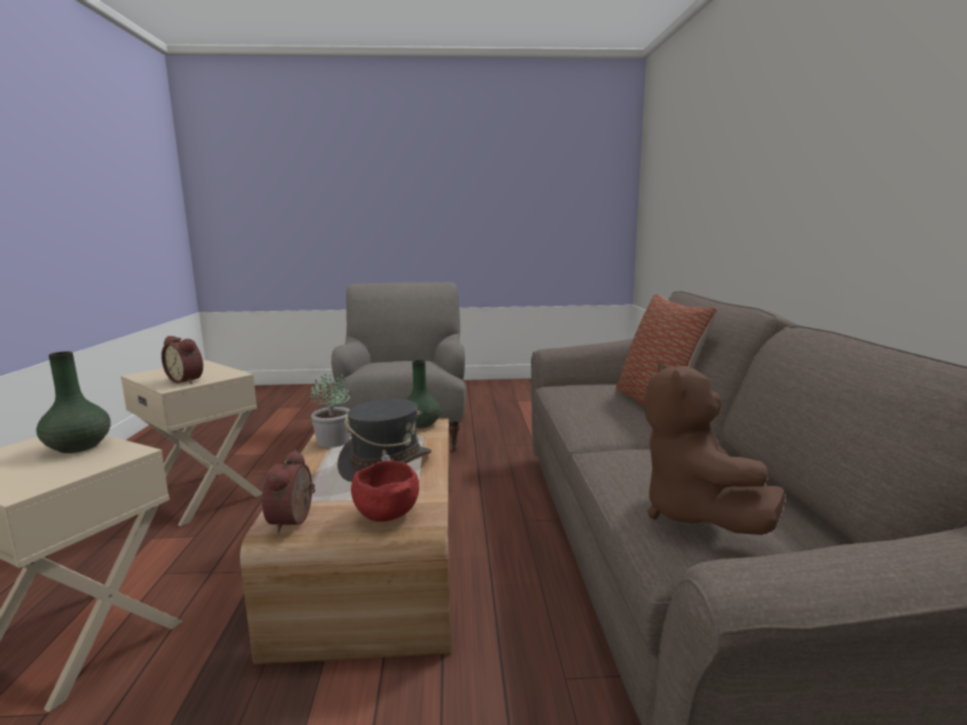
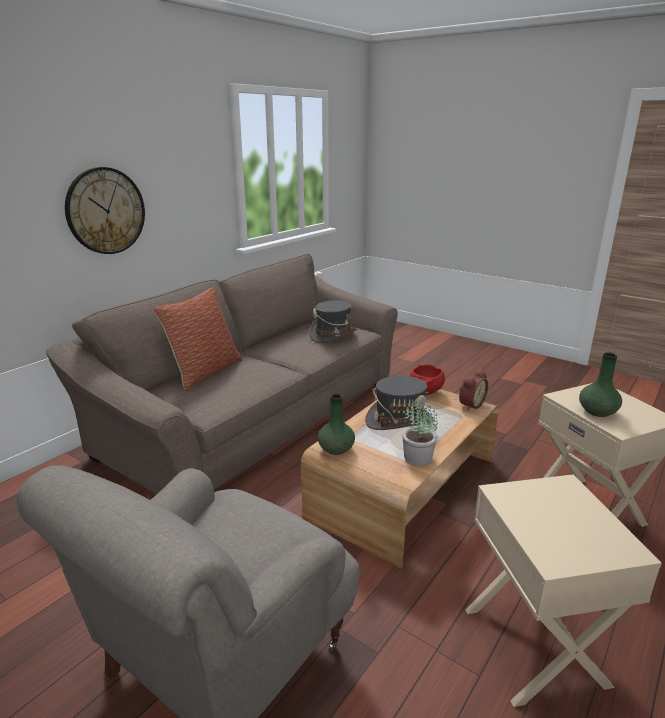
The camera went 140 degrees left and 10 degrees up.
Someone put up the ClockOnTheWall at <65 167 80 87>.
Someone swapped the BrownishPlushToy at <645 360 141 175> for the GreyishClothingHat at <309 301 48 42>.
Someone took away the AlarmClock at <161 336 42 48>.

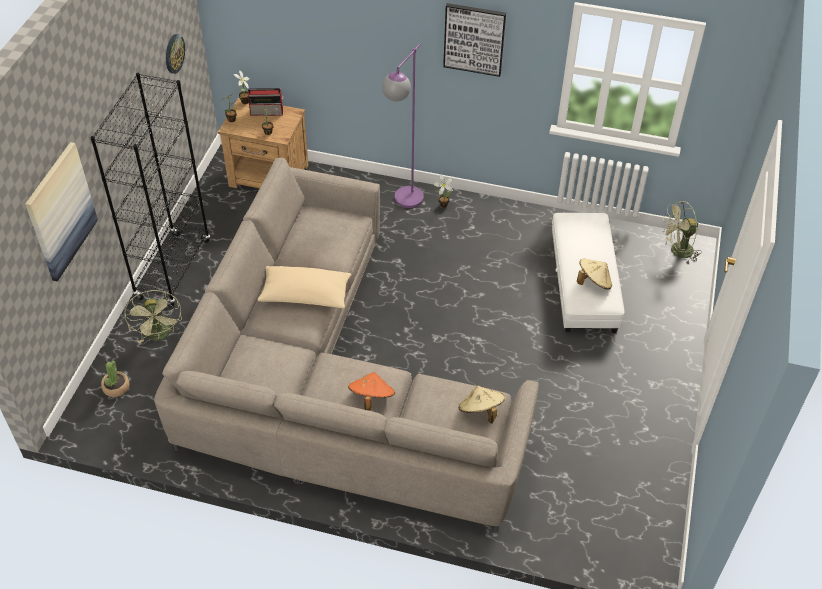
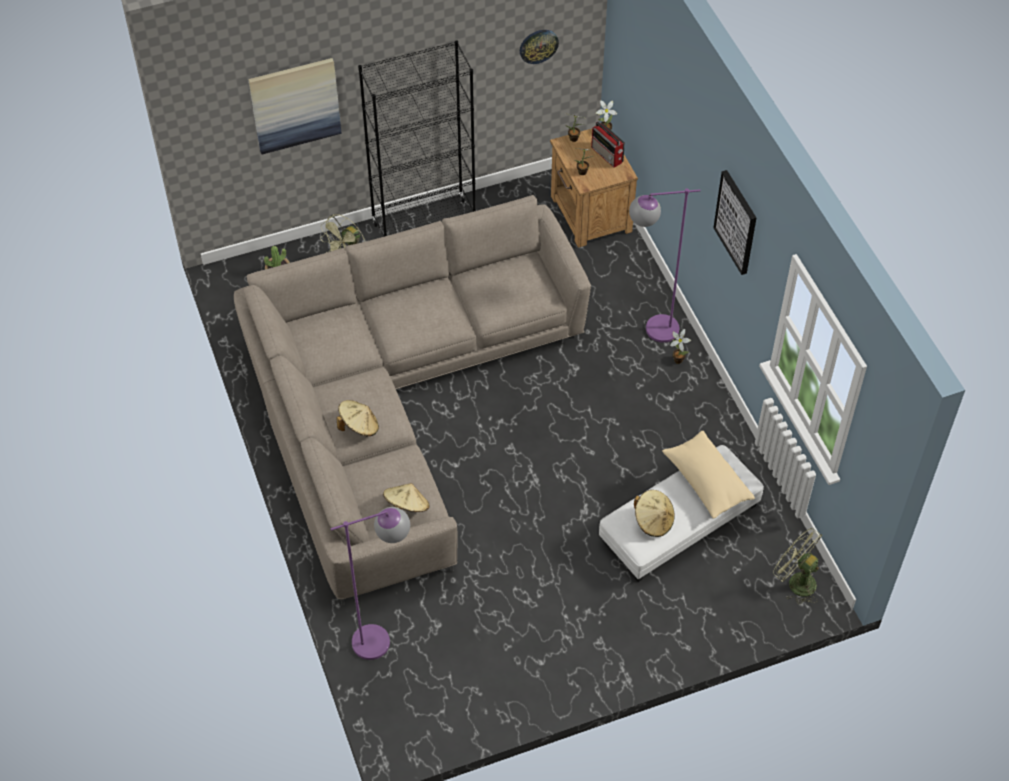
The camera went 55 degrees right and 5 degrees up.
Someone put down the PurplishStandardLamp at <331 507 79 153>.
Someone repainted the OrangeColouredClothingHat at <348 372 47 39>, which became the BeigeColouredClothingHat at <337 400 42 36>.
Someone carried the BeigeColouredCushion from <257 266 94 43> to <662 431 93 88>.

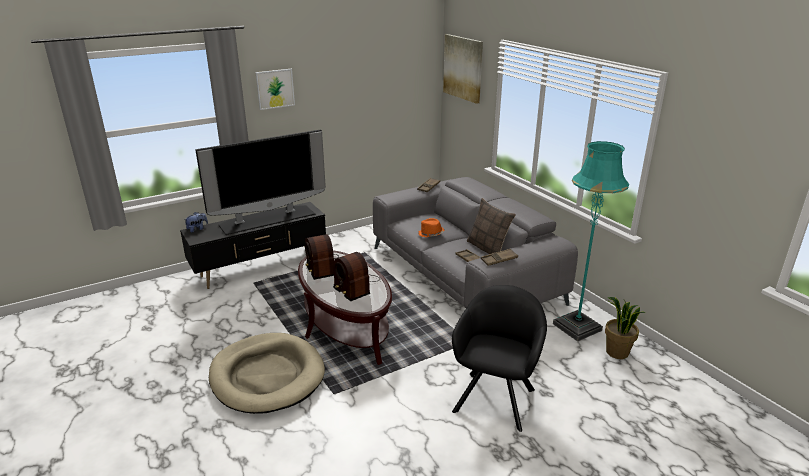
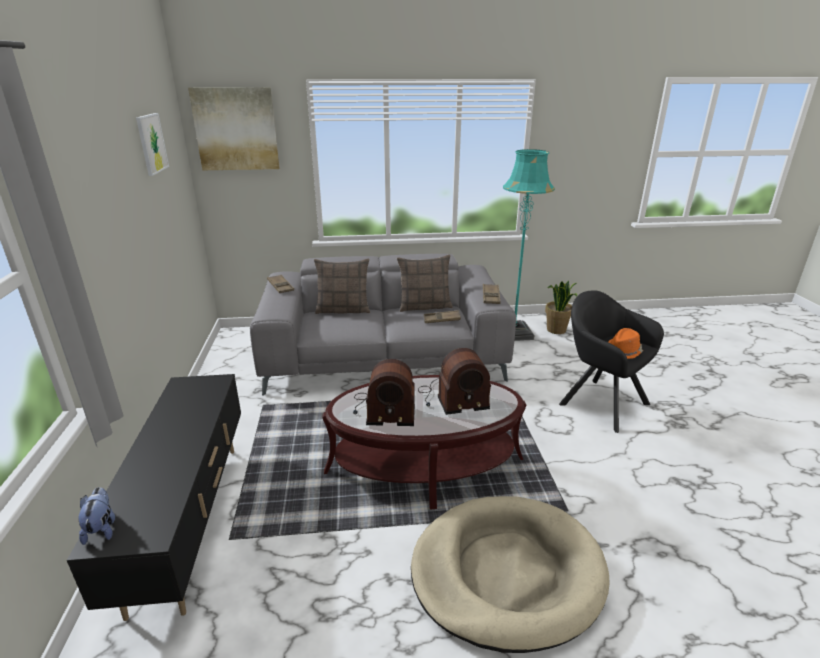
The camera went 65 degrees left and 0 degrees up.
Someone carried the WallPicture from <255 69 40 41> to <136 113 33 63>.
Someone put down the Cushion at <314 259 56 55>.
Someone carried the OrangeColouredClothingHat from <418 218 27 19> to <608 328 35 31>.
Someone took away the Television at <195 129 131 106>.

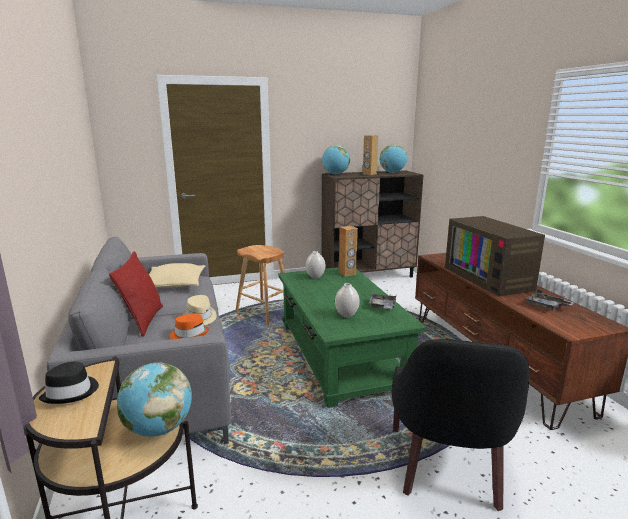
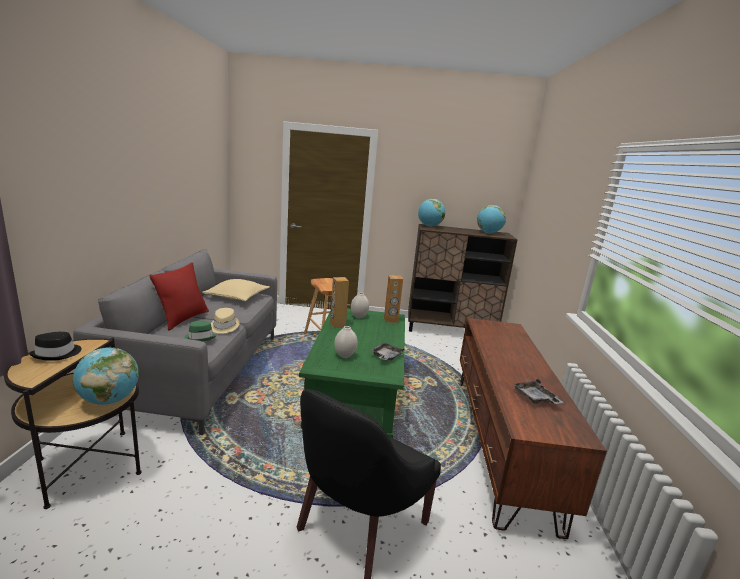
The camera went 20 degrees right and 0 degrees up.
Someone repainted the OrangeColouredClothingHat at <170 314 39 26>, which became the GreenishClothingHat at <184 321 33 21>.
Someone carried the BrownishLoudspeaker from <363 135 15 40> to <330 277 19 51>.
Someone took away the Television at <445 216 100 80>.

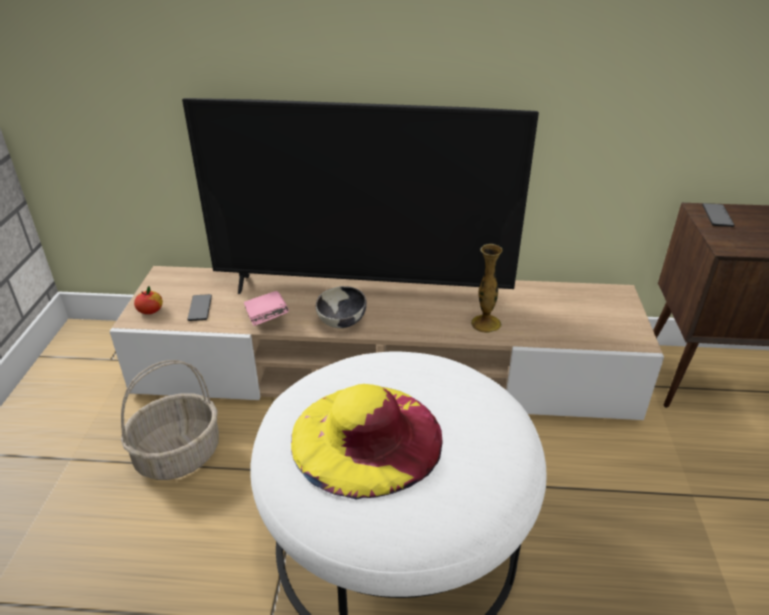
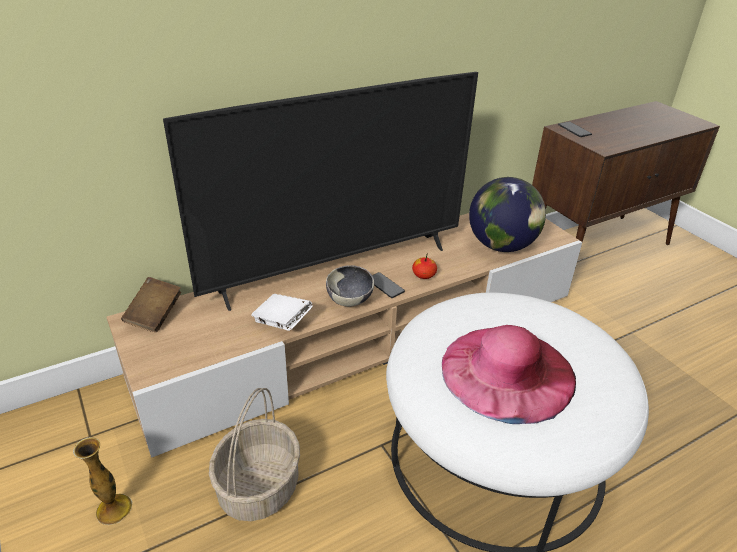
The camera went 35 degrees left and 0 degrees up.
Someone carried the FlowerVase from <471 244 31 89> to <73 437 59 88>.
Someone put down the BrownishVolume at <121 277 60 55>.
Someone repainted the PinkishVolume at <244 291 45 35>, which became the WhiteVolume at <251 294 62 37>.
Someone carried the Handset from <187 294 25 27> to <372 272 33 26>.
Someone carried the Apple from <134 286 29 28> to <412 252 25 27>.
Someone repainted the YellowClothingHat at <291 384 152 116>, which became the PinkishClothingHat at <442 325 134 99>.
Someone put down the Globe at <469 177 77 75>.

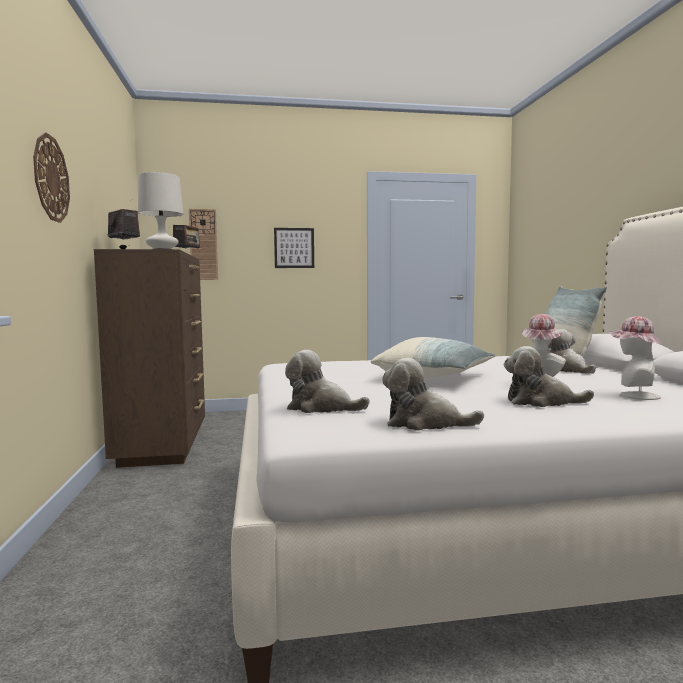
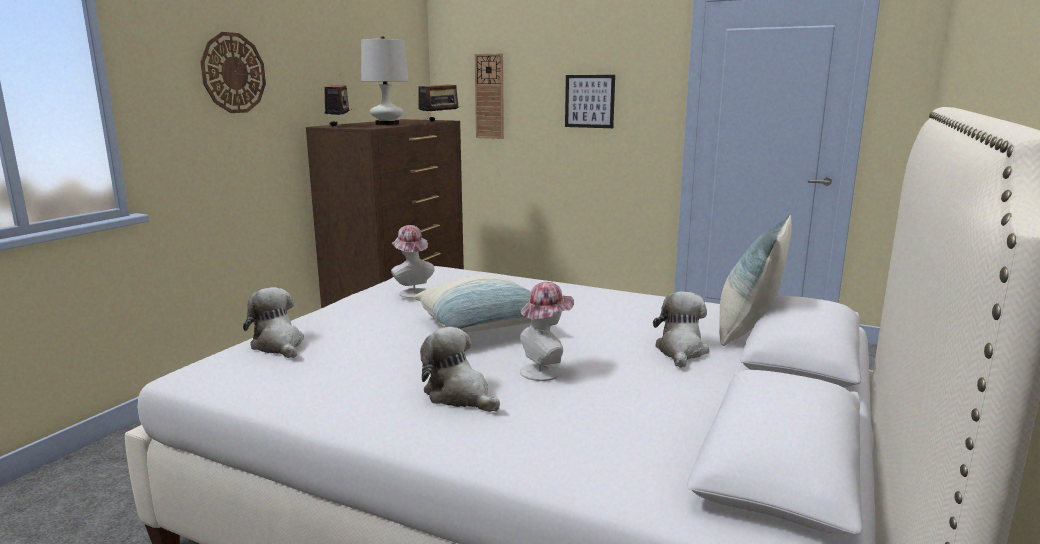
The camera went 35 degrees right and 10 degrees up.
Someone carried the ClothingHat from <609 316 53 84> to <391 225 44 73>.
Someone took away the PlushToy at <382 358 102 73>.

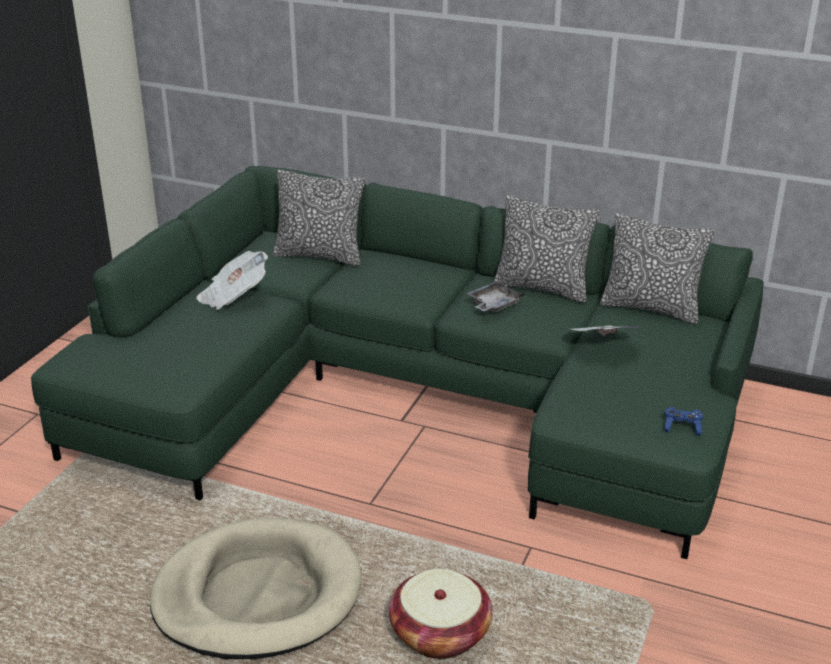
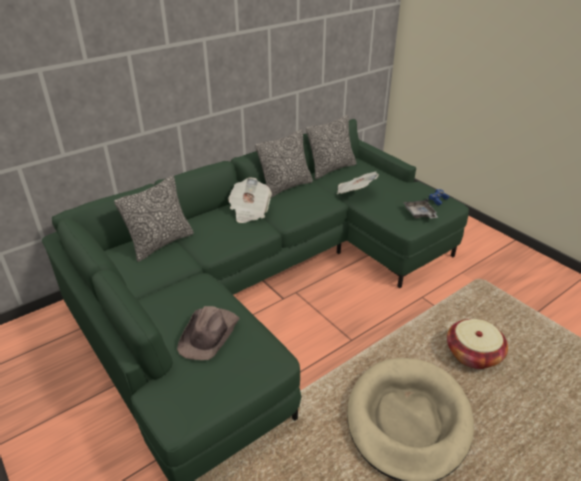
The camera went 60 degrees left and 5 degrees up.
Someone put down the BrownishClothingHat at <177 306 63 54>.
Someone carried the PrintedPaper from <197 251 71 59> to <228 178 44 45>.
Someone carried the GreyishTray from <466 281 59 31> to <403 198 35 20>.

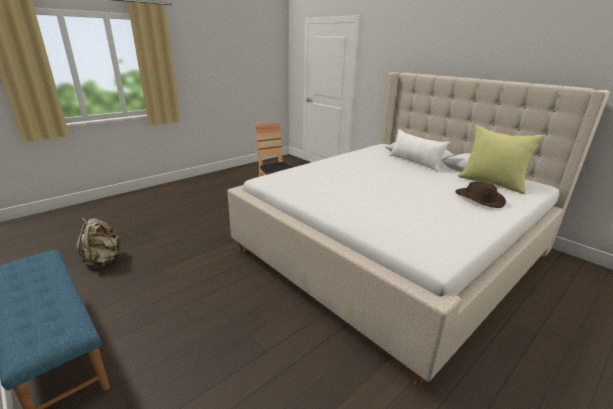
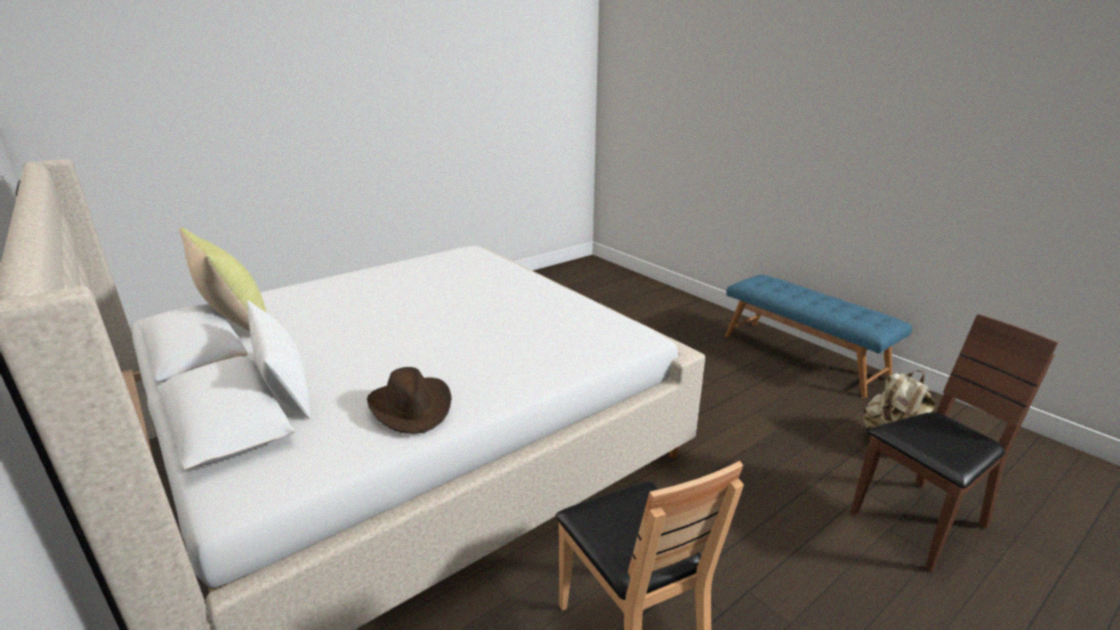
The camera went 175 degrees left and 0 degrees up.
Someone carried the BrownishClothingHat from <455 182 51 26> to <367 367 85 67>.
Someone put down the BrownishUprightChair at <850 314 208 258>.

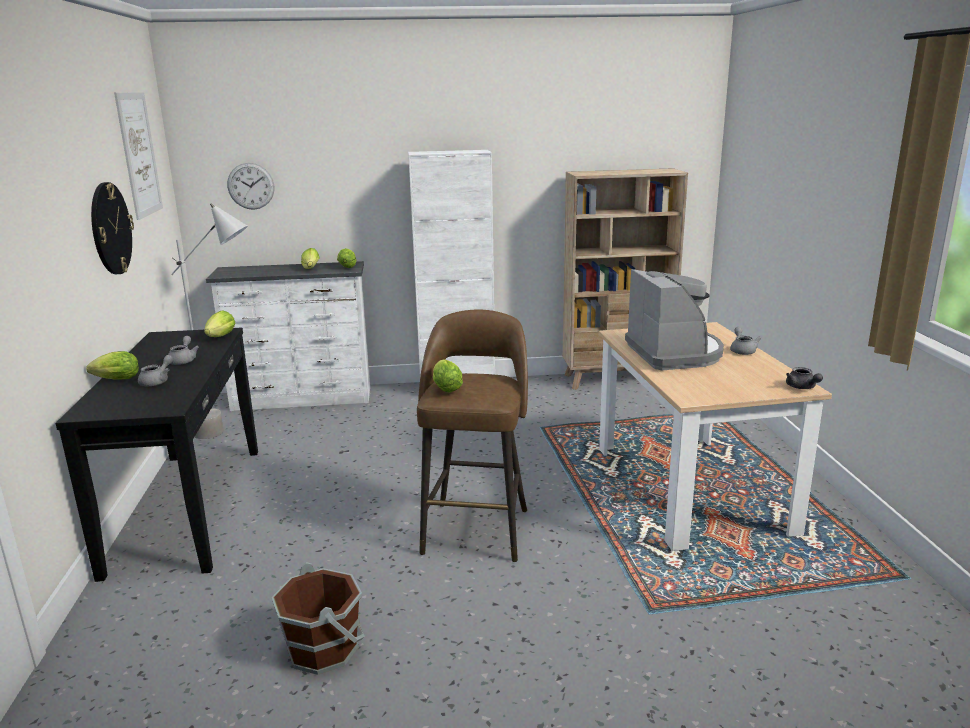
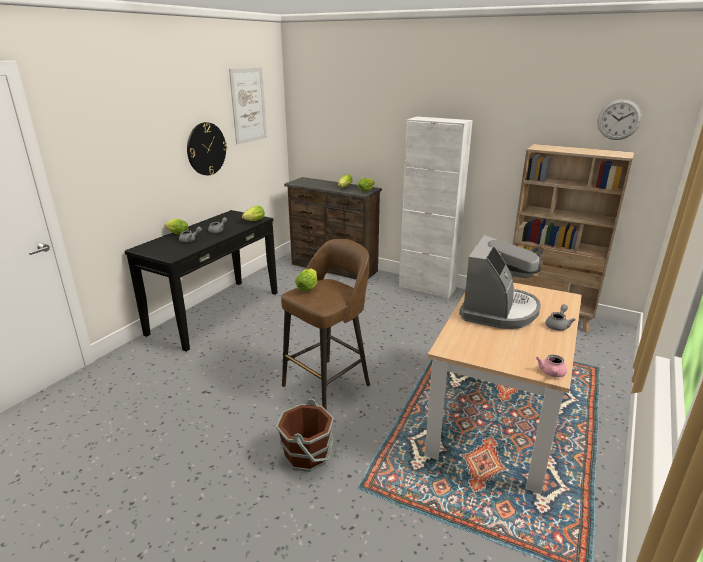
The camera went 35 degrees right and 5 degrees up.
Someone carried the BrownishBucket from <272 562 93 113> to <276 398 58 74>.
Someone repainted the WhiteDrawerChest at <206 261 164 150>, which became the BrownishDrawerChest at <284 177 98 102>.
Someone repainted the GreyishTeaPot at <786 367 37 22>, which became the PinkishTeaPot at <536 355 31 22>.
Someone carried the ClockOnTheWall from <227 163 47 47> to <597 99 45 41>.
Someone took away the GreyishStandardLamp at <171 203 77 236>.

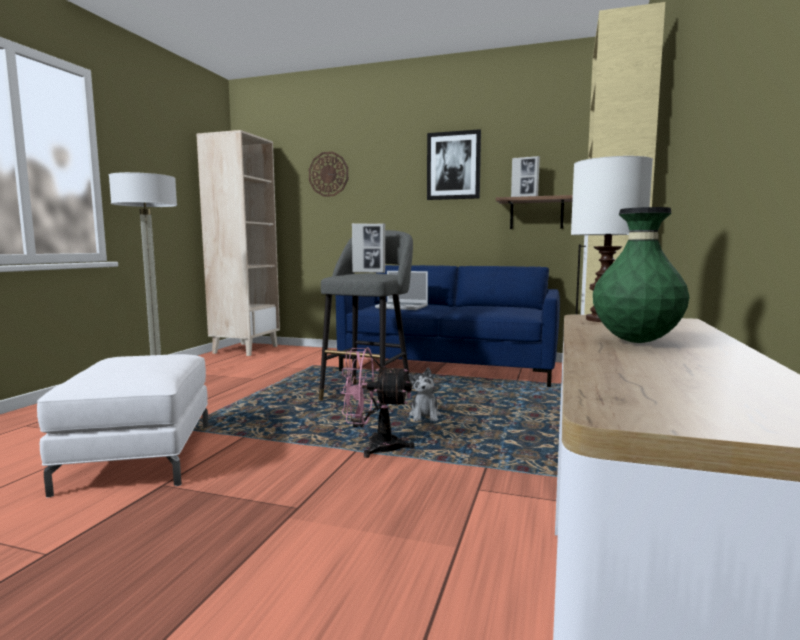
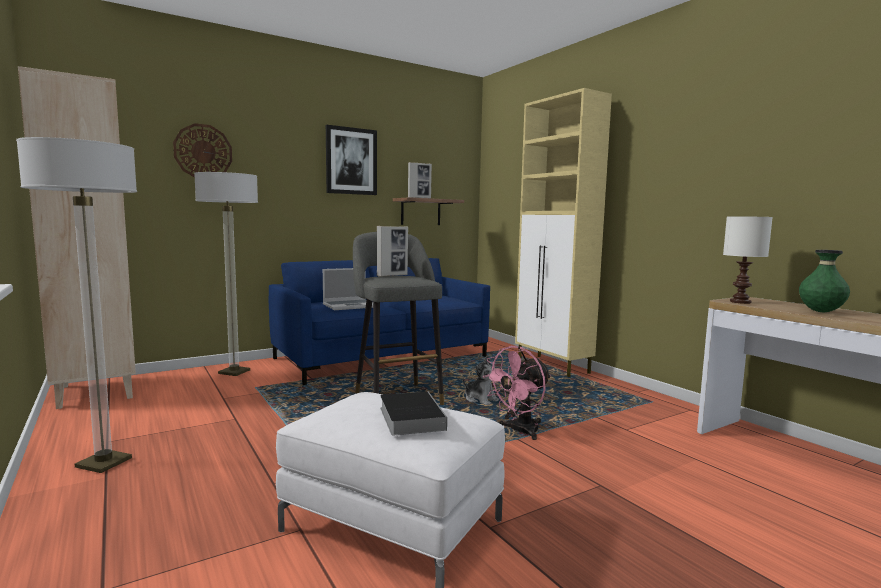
The camera went 50 degrees left and 0 degrees up.
Someone put down the StandardLamp at <194 172 64 204>.
Someone put down the Volume at <380 392 67 44>.

